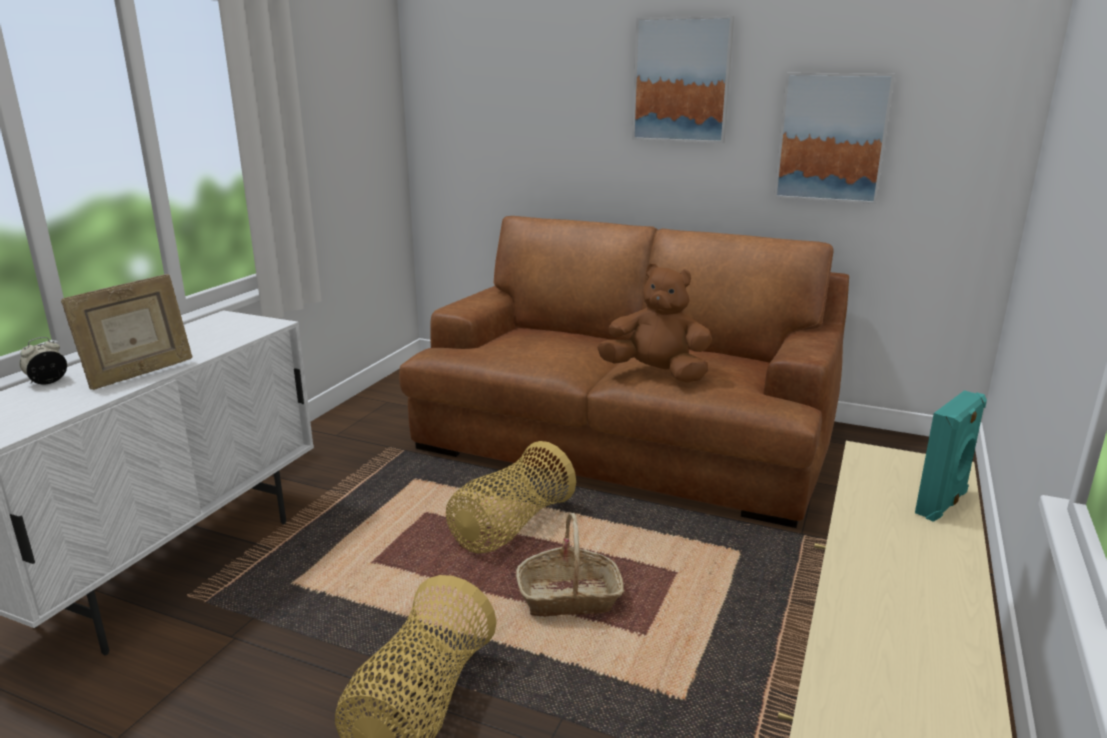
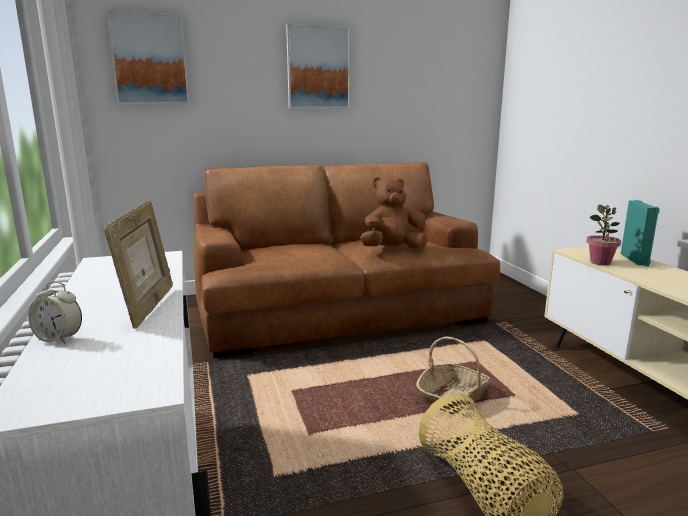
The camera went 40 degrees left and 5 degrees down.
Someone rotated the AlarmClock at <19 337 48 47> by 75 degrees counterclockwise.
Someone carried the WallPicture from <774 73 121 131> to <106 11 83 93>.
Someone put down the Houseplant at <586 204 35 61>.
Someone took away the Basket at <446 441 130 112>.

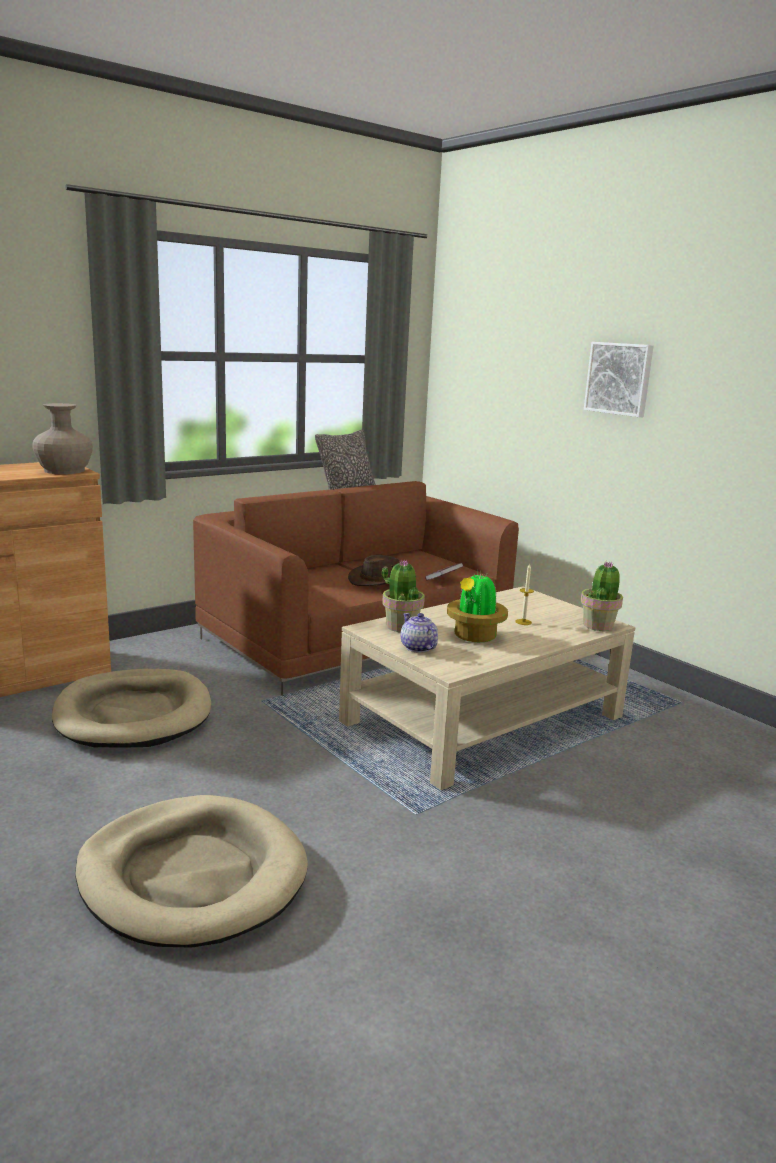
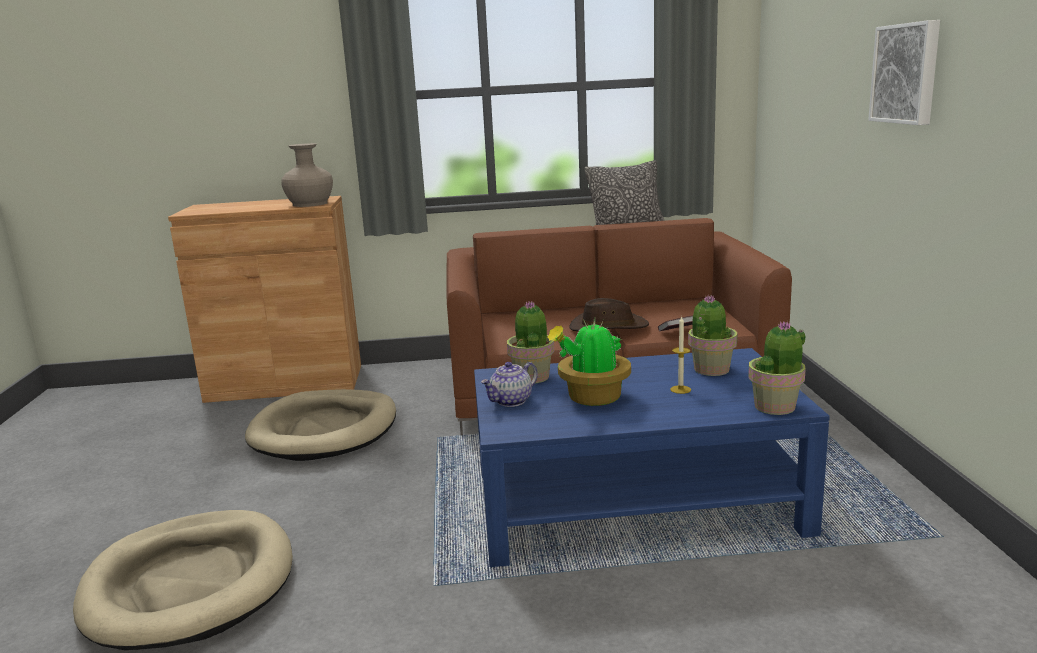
The camera went 35 degrees right and 0 degrees up.
Someone repainted the BeigeColouredLoungeTable at <339 587 297 203>, which became the BlueColouredLoungeTable at <474 348 356 219>.
Someone rotated the TeaPot at <401 613 37 40> by 135 degrees counterclockwise.
Someone put down the Houseplant at <688 295 49 81>.

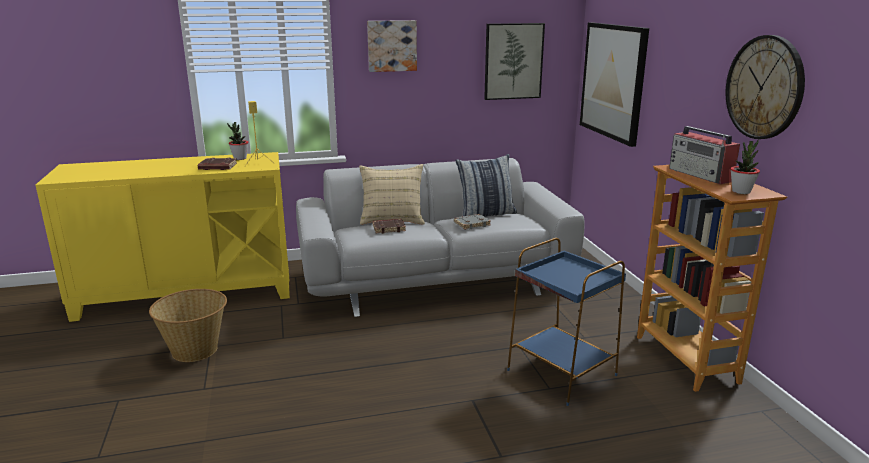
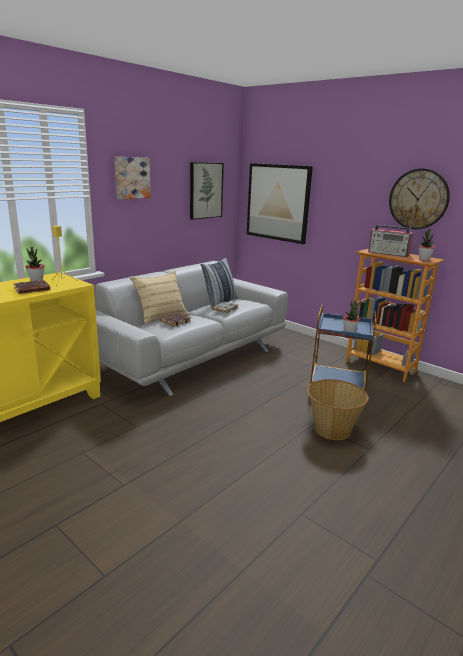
The camera went 35 degrees left and 0 degrees up.
Someone carried the Basket from <149 289 78 73> to <307 379 61 61>.
Someone put down the Houseplant at <343 300 18 32>.

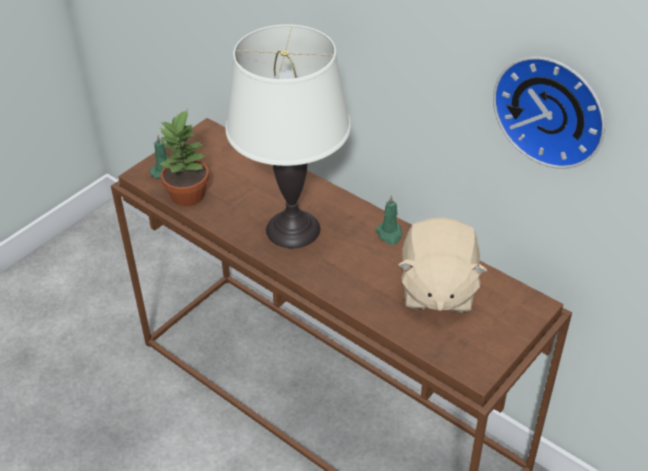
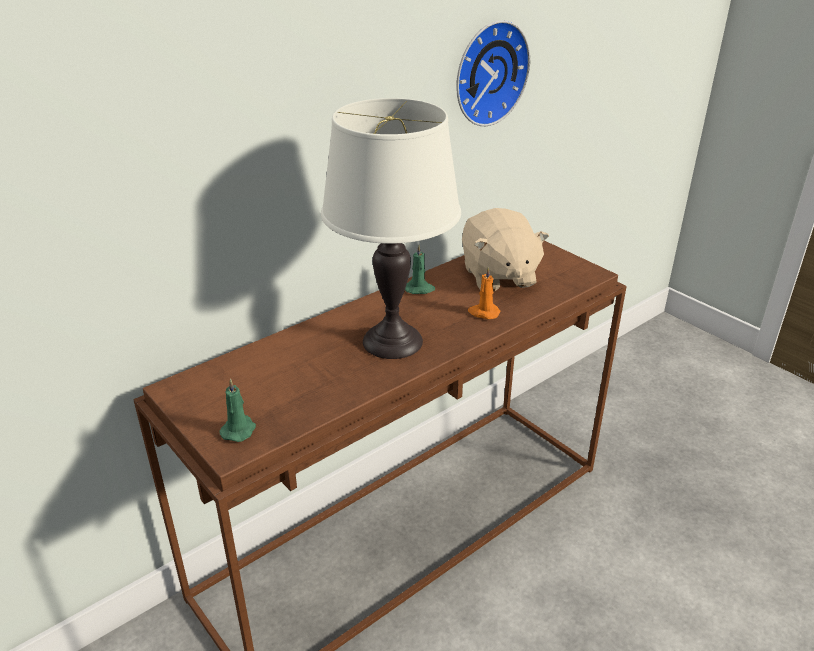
The camera went 80 degrees left and 10 degrees down.
Someone rotated the BeigeColouredPlushToy at <398 217 89 96> by 60 degrees clockwise.
Someone put down the OrangeColouredWaxLight at <468 267 33 52>.
Someone took away the Houseplant at <158 108 51 98>.

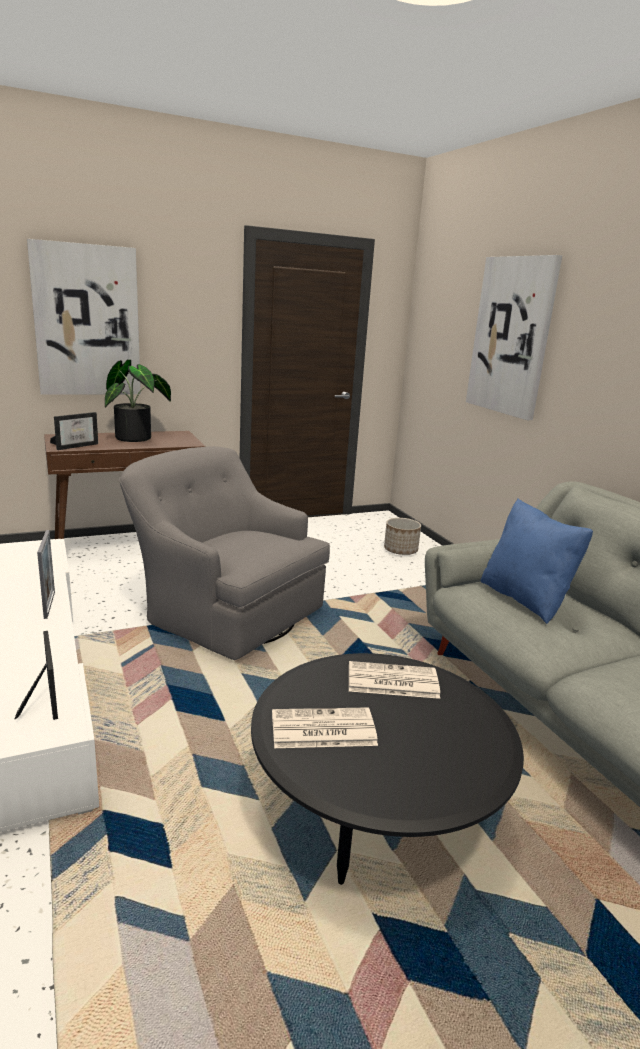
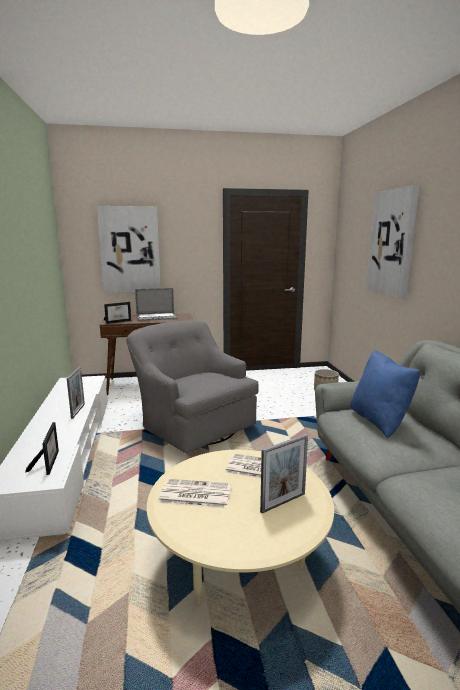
The camera went 15 degrees right and 5 degrees down.
Someone swapped the Houseplant at <105 360 66 82> for the NotebookComputer at <135 288 43 33>.
Someone repainted the BlackishLoungeTable at <251 653 273 232>, which became the BeigeColouredLoungeTable at <147 450 187 154>.
Someone put down the StandingFrame at <260 434 48 79>.

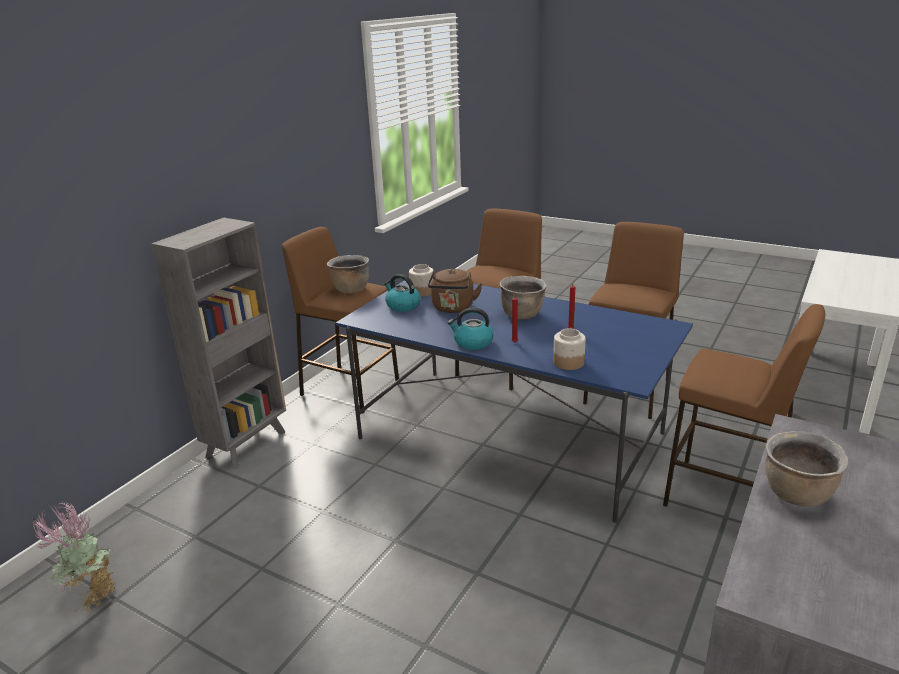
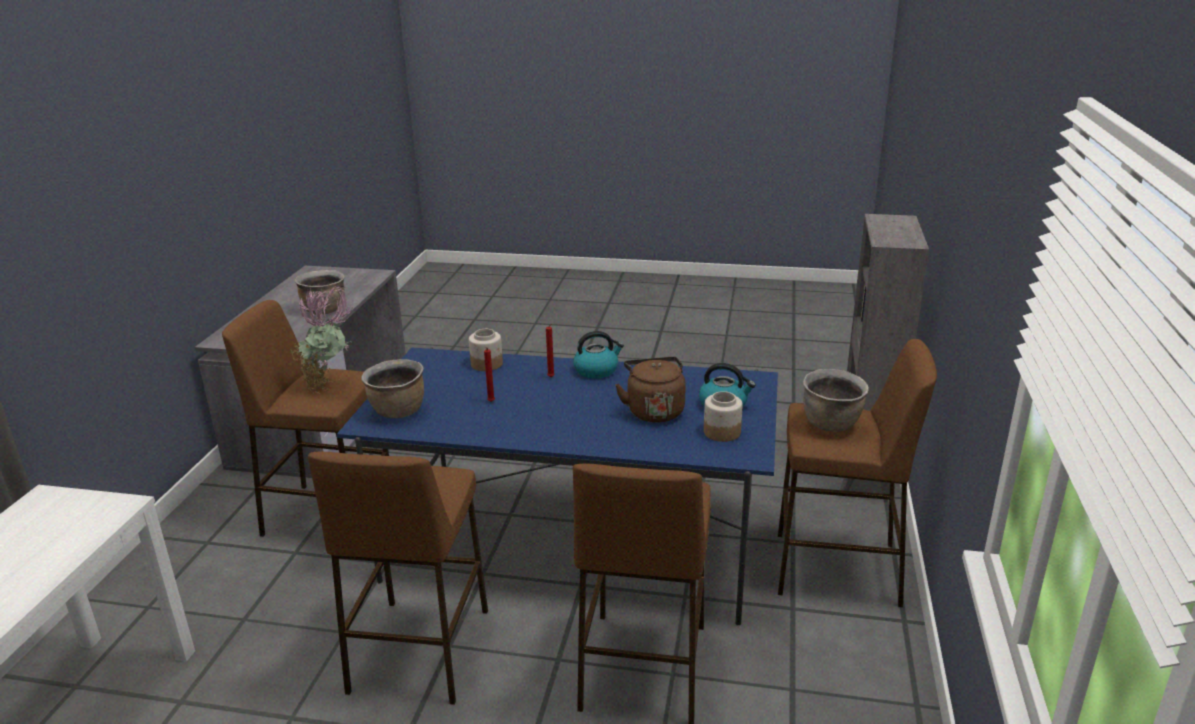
The camera went 160 degrees right and 0 degrees up.
Someone carried the Houseplant from <31 501 85 111> to <290 285 63 108>.
Someone carried the BrownishSaucepot from <500 276 47 43> to <361 359 63 59>.

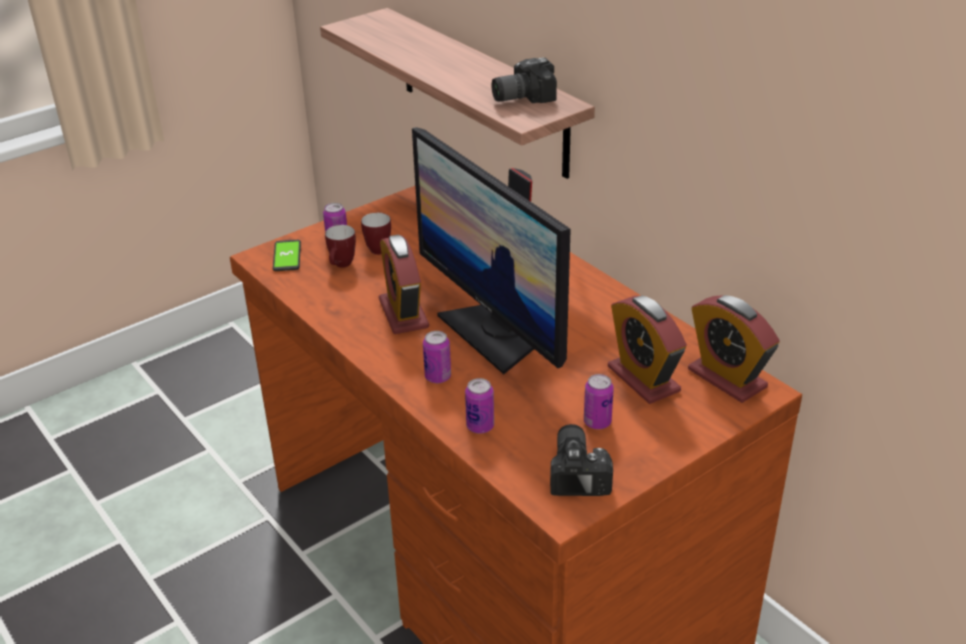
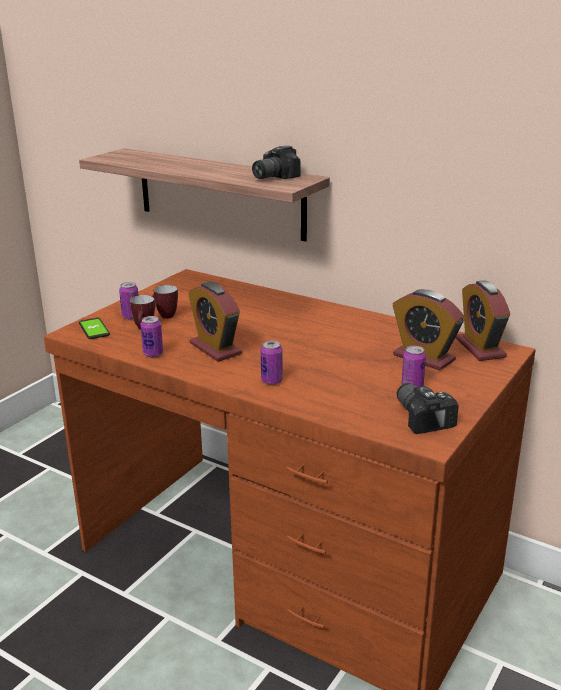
The camera went 20 degrees left and 10 degrees down.
Someone carried the MetalCan from <465 378 29 56> to <140 316 23 42>.
Someone rotated the AlarmClock at <688 295 92 108> by 45 degrees clockwise.
Someone took away the ComputerDisplay at <412 127 159 247>.

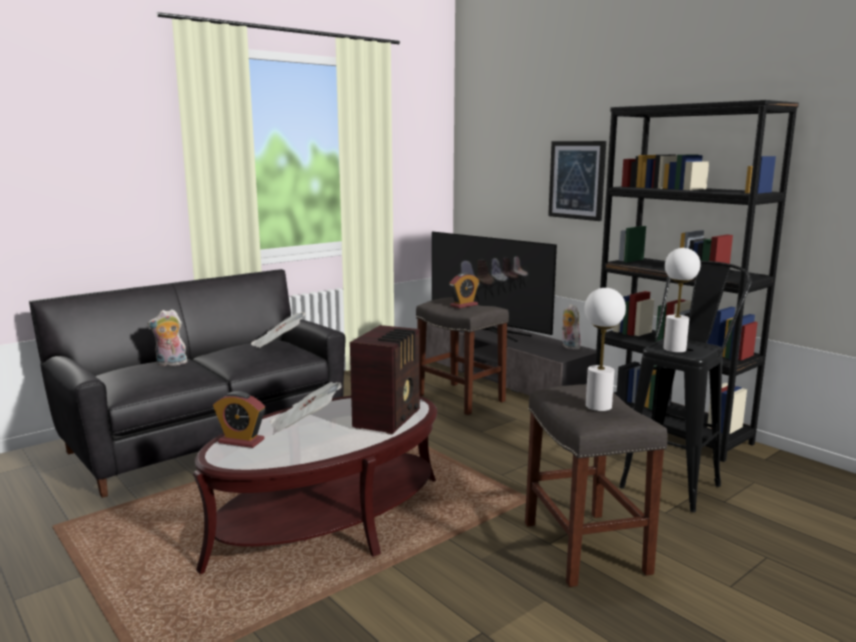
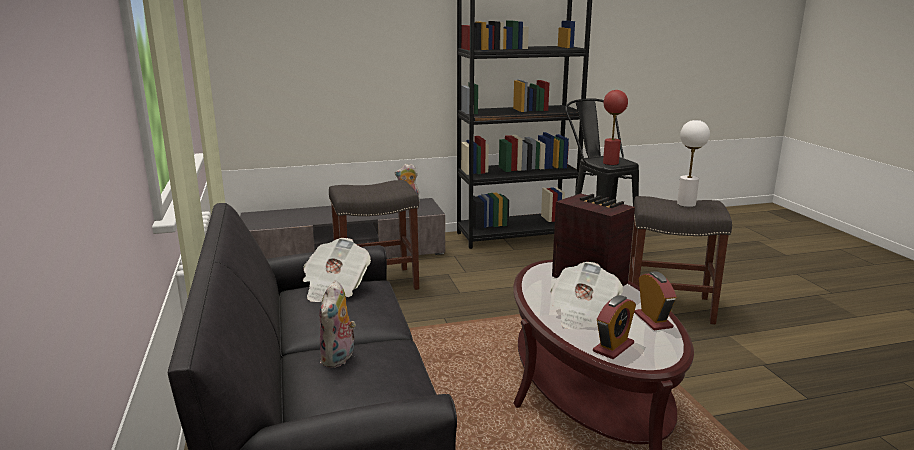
The camera went 65 degrees left and 5 degrees up.
Someone repainted the WhiteLampForATable at <663 248 37 105>, which became the RedColouredLampForATable at <603 90 25 75>.
Someone carried the AlarmClock from <449 272 30 36> to <634 271 43 59>.
Someone took away the Television at <432 231 125 111>.
Someone took away the WallPicture at <548 141 58 80>.

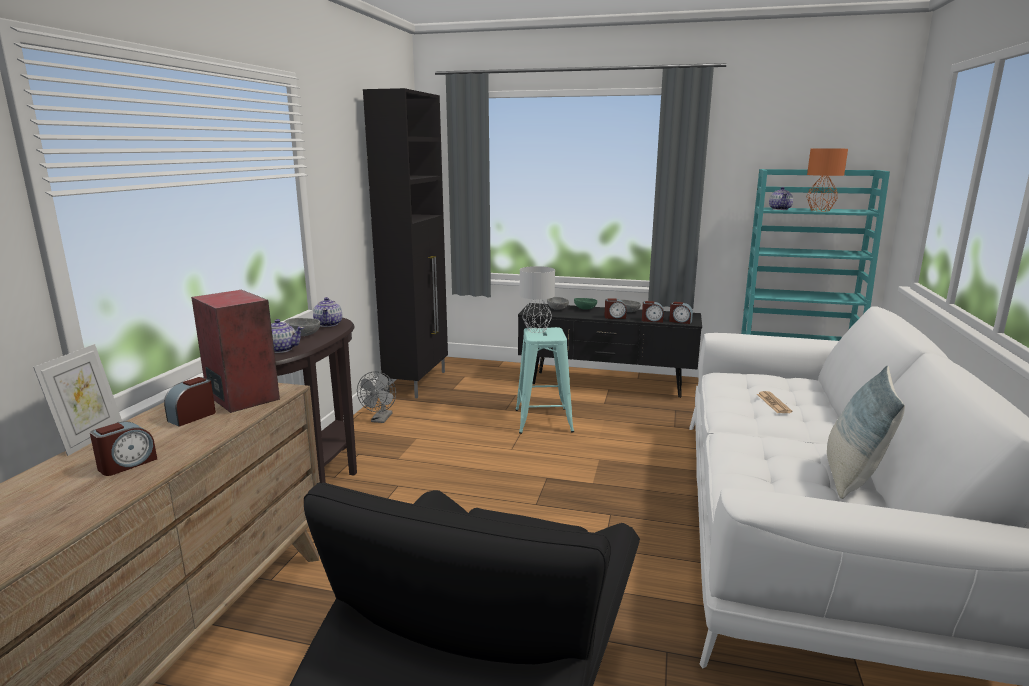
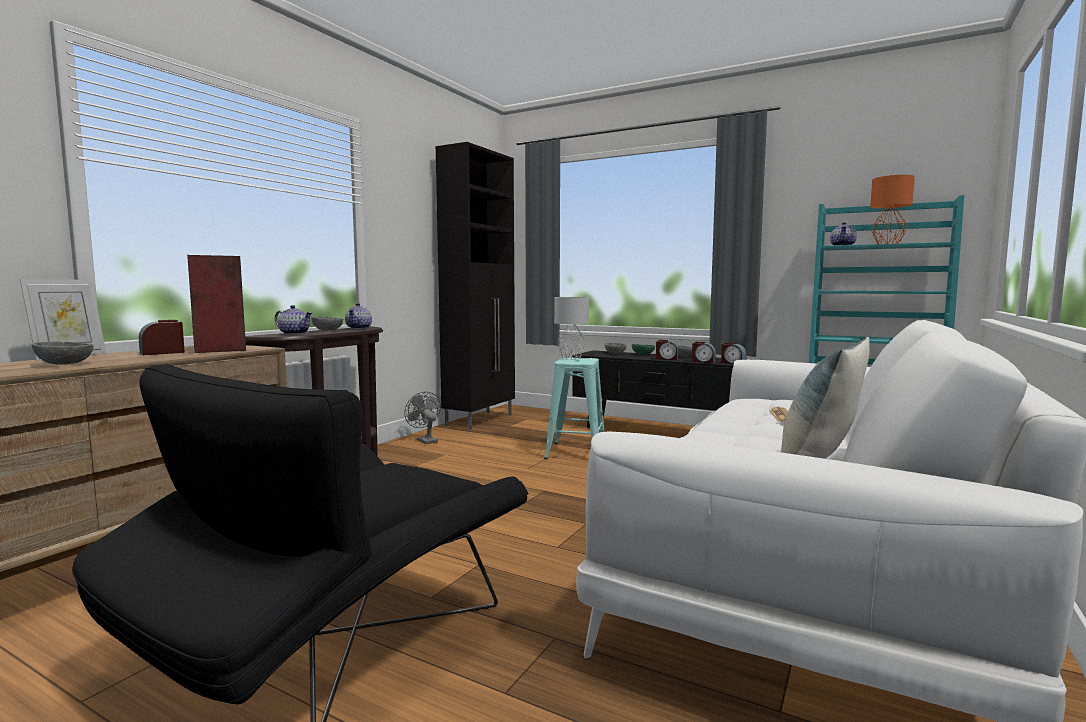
The camera went 15 degrees right and 10 degrees down.
Someone swapped the AlarmClock at <90 421 67 55> for the GreyishBowl at <32 342 61 23>.
Someone rotated the GreyishCoolingFan at <357 371 39 52> by 120 degrees clockwise.

